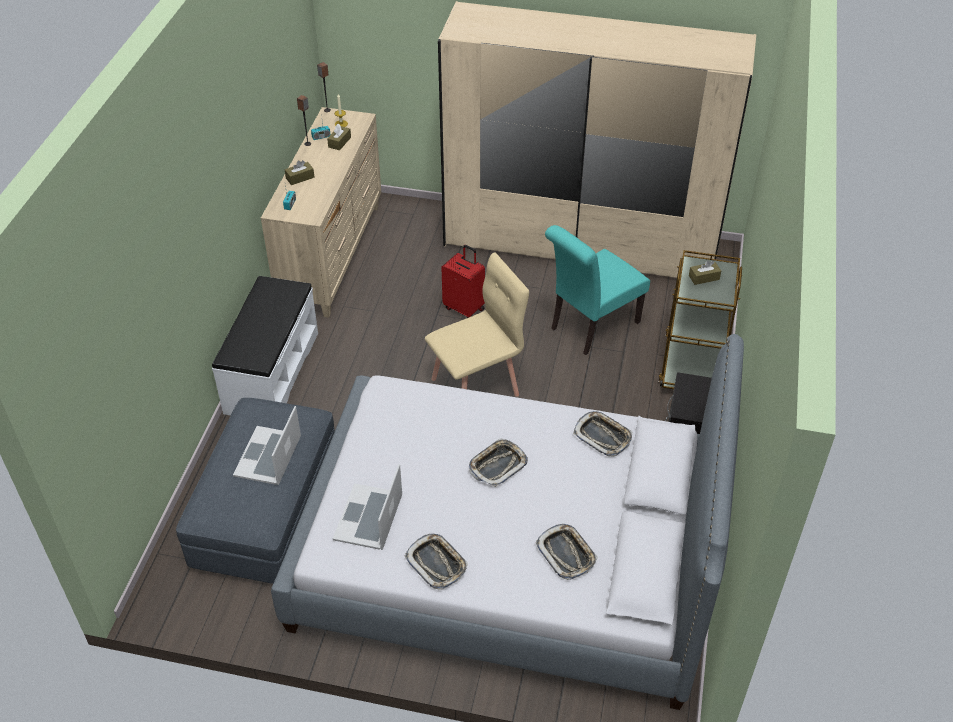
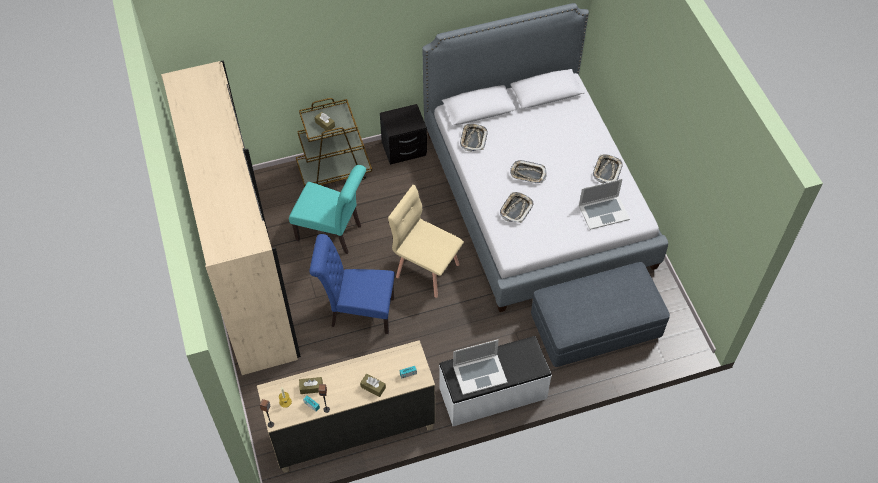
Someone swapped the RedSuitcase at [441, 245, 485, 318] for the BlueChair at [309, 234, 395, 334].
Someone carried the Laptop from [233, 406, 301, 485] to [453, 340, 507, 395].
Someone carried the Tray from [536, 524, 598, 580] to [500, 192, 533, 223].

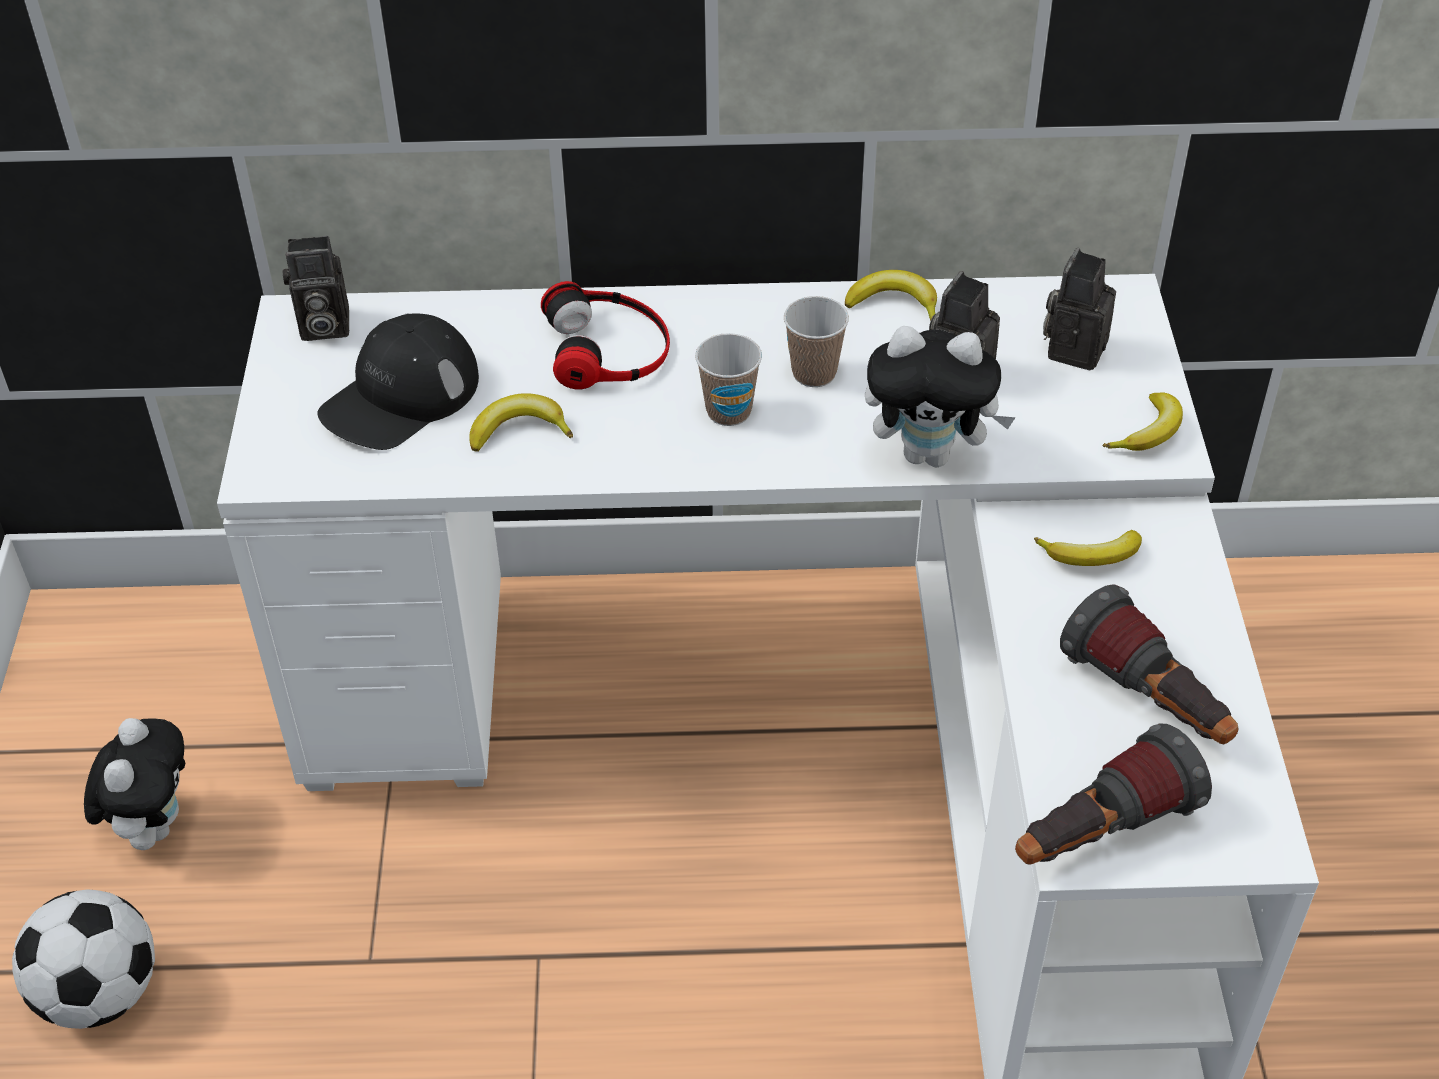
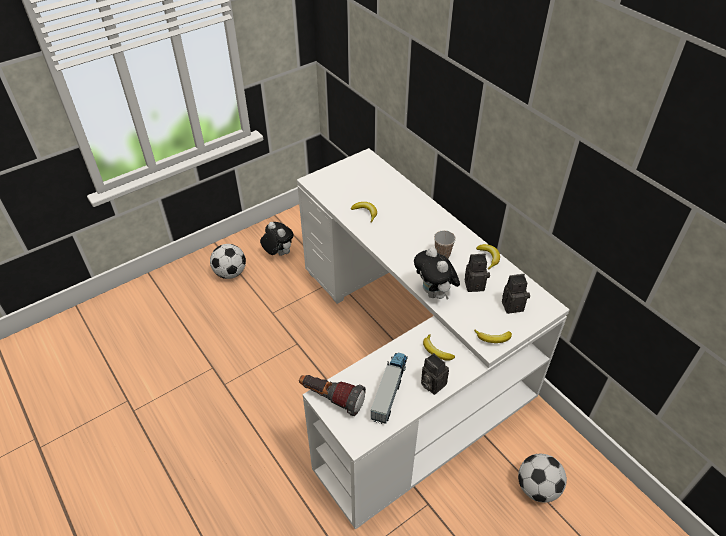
Someone rotated the PlushToy at [84, 718, 185, 850] by 105 degrees counterclockwise.
Someone swapped the Flashlight at [1060, 584, 1239, 744] for the ToyTruck at [371, 353, 408, 424].
Someone carried the PhotoCamera from [282, 236, 349, 341] to [421, 353, 449, 395].
Someone put down the Football at [518, 454, 567, 503].
Someone took away the BlackCap at [317, 313, 479, 450].
Someone took away the Headphones at [541, 281, 670, 389].
Someone took away the Cup at [695, 333, 762, 426].

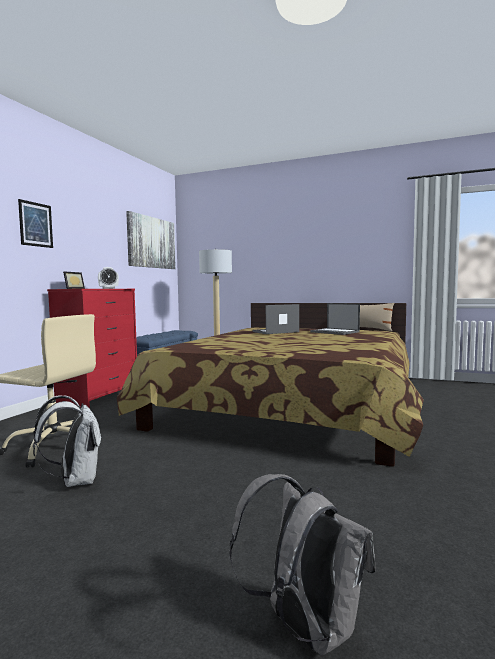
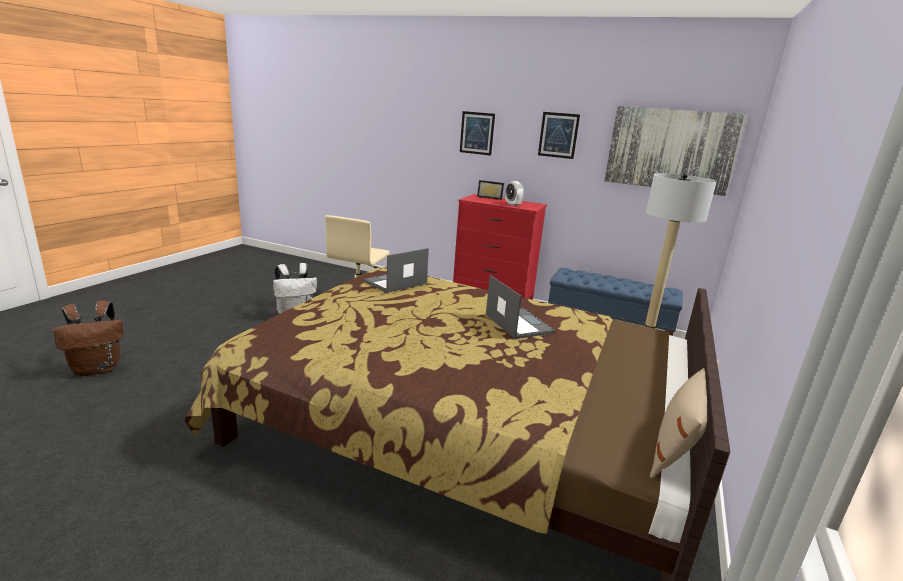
Someone repainted the GreyBackpack at [230, 474, 376, 656], which became the BrownBackpack at [53, 300, 123, 376].
Someone carried the Laptop from [310, 303, 360, 335] to [364, 248, 429, 293].
Someone put up the Picture at [538, 112, 580, 159].

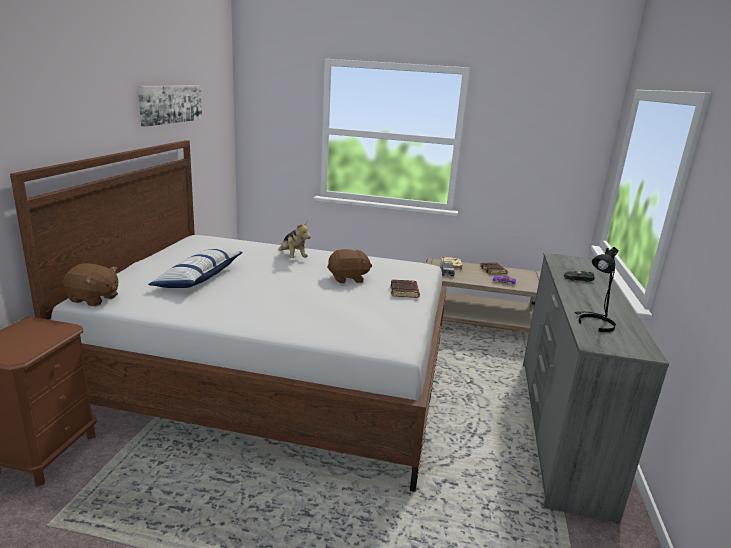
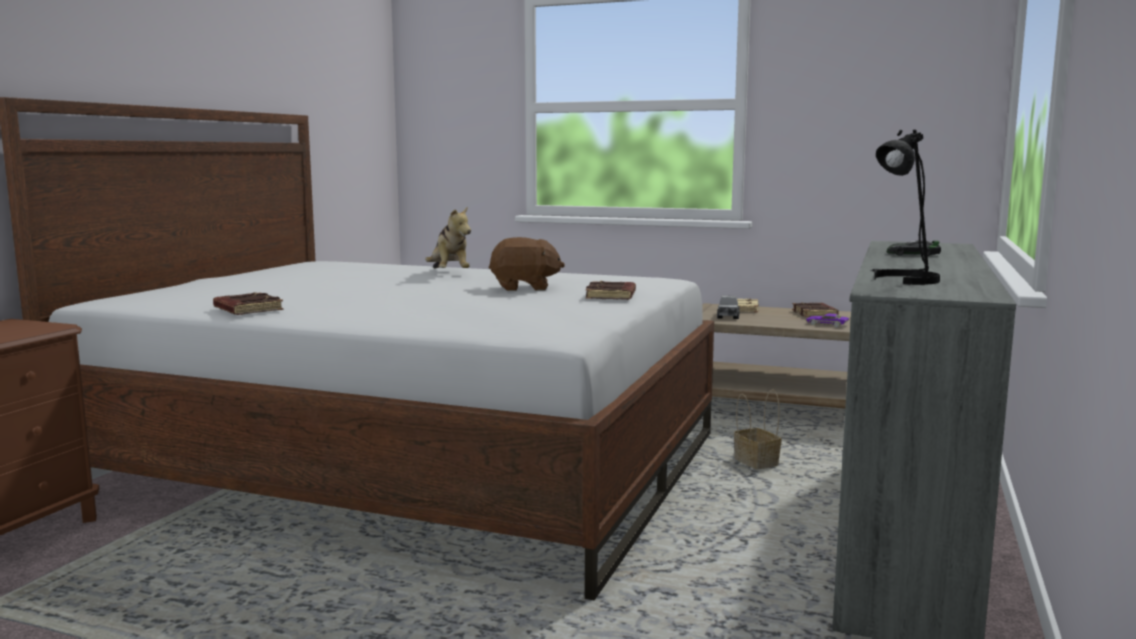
Someone put down the BrownBook at [213, 292, 284, 315].
Someone put down the Basket at [734, 389, 781, 470].
Someone took away the BrownPlushToy at [63, 263, 118, 306].
Someone took away the Picture at [138, 85, 202, 127].
Someone took away the Pillow at [148, 249, 243, 288].

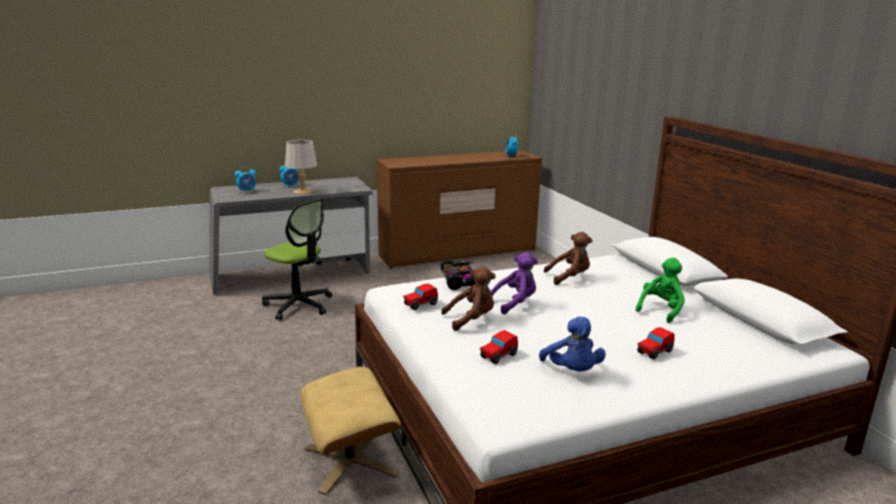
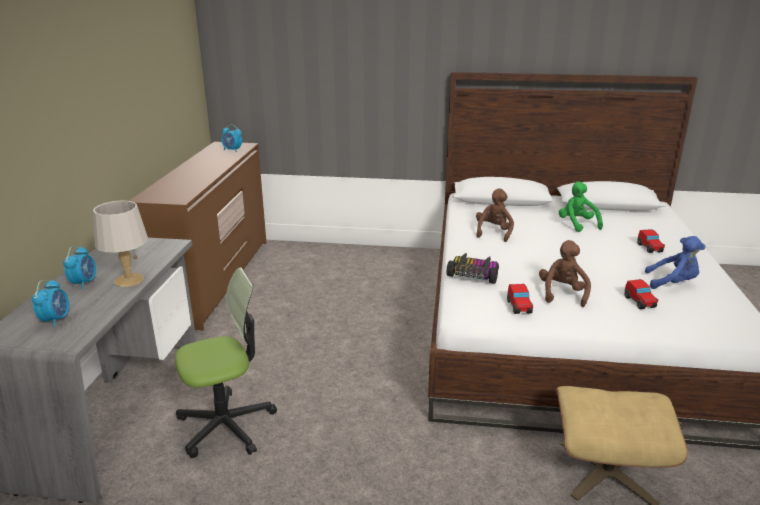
Someone took away the PurplePlushToy at [490, 252, 538, 314].

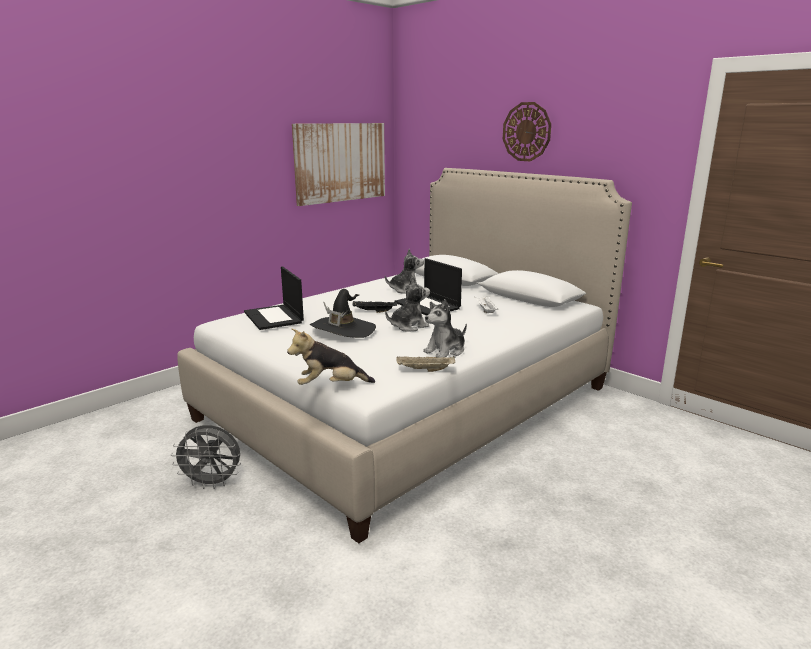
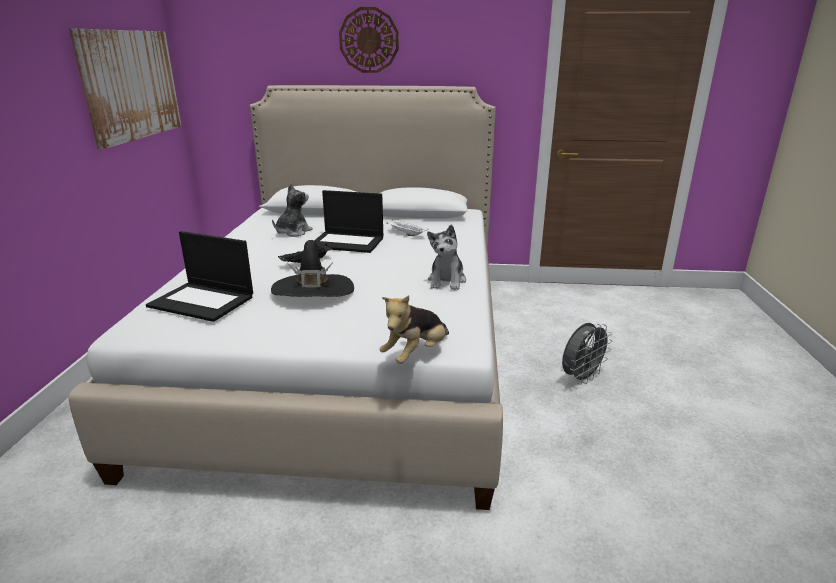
Someone carried the GreyFan from [171, 425, 241, 489] to [562, 323, 613, 385].
Someone took away the PlushToy at [385, 277, 430, 332].
Someone took away the BeigeTray at [396, 356, 455, 372].

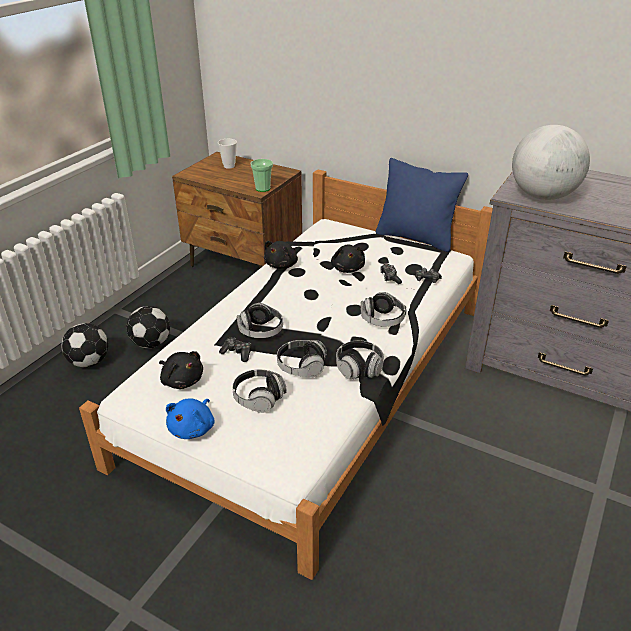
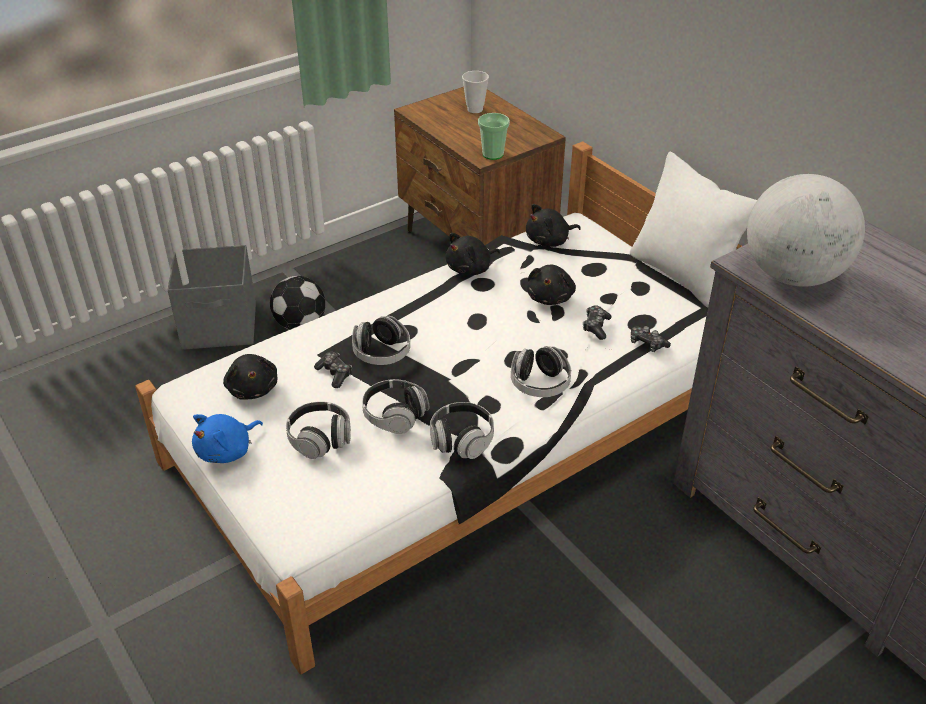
Someone swapped the Football at [62, 323, 108, 368] for the GreyStorageBox at [168, 245, 256, 350].
Someone put down the BlackPlushToy at [526, 204, 581, 247].
Someone repainted the BluePillow at [376, 158, 468, 252], which became the WhitePillow at [630, 152, 757, 308].

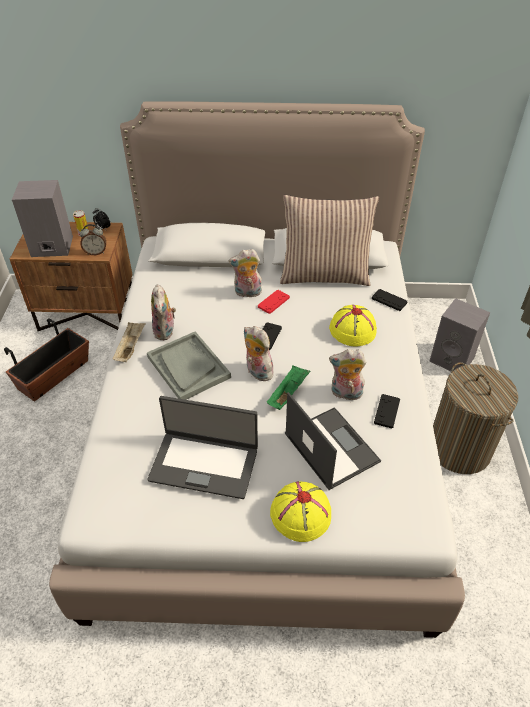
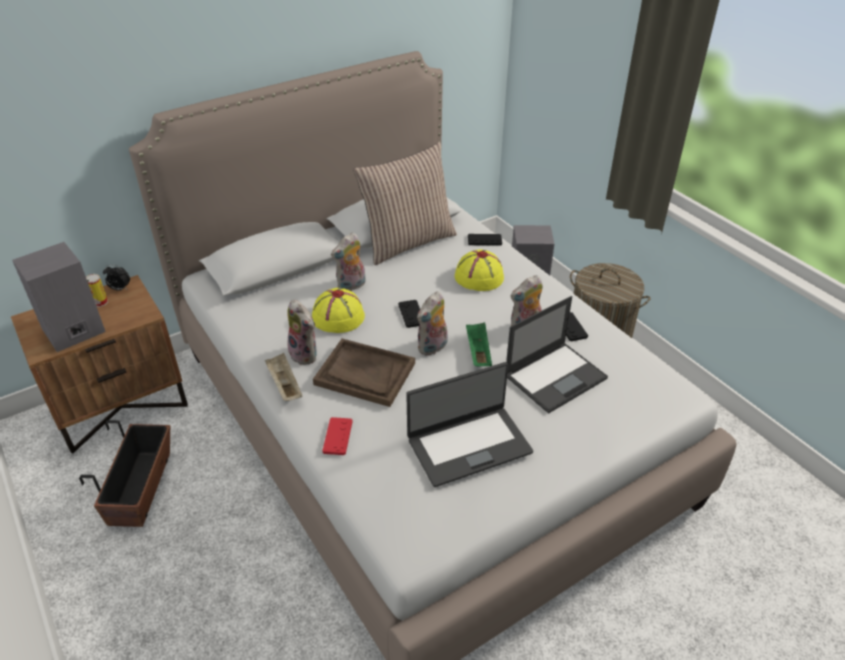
Someone carried the YellowHat from [270, 481, 331, 542] to [312, 288, 365, 333].
Someone repainted the GreyTray at [147, 331, 231, 400], which became the BrownTray at [313, 338, 415, 407].
Someone carried the RedGameController from [258, 290, 290, 314] to [322, 417, 353, 455].
Someone rotated the PlushToy at [244, 326, 277, 381] by 60 degrees counterclockwise.
Someone rotated the Laptop at [285, 392, 381, 490] by 120 degrees clockwise.
Someone took away the AlarmClock at [80, 224, 106, 255].

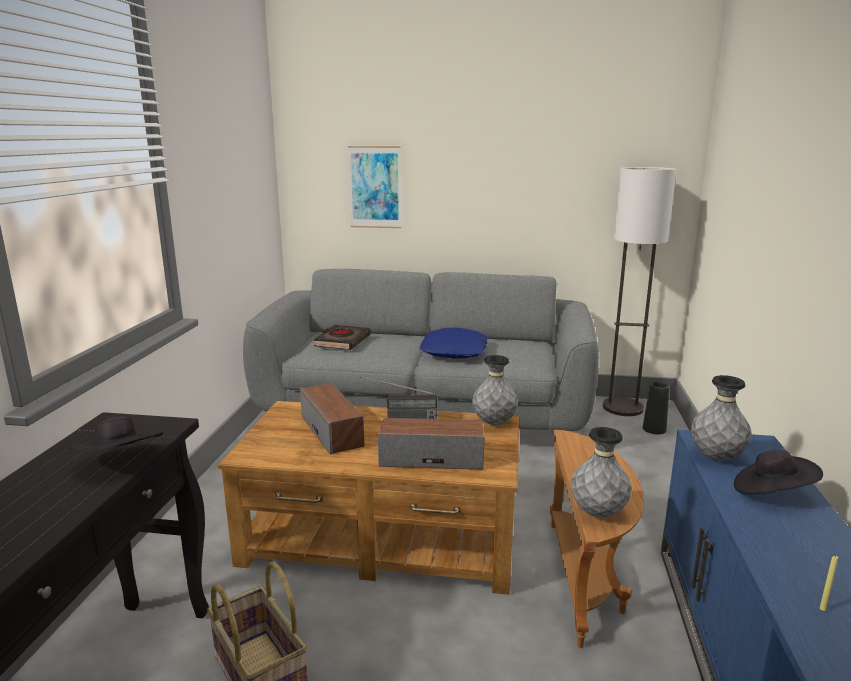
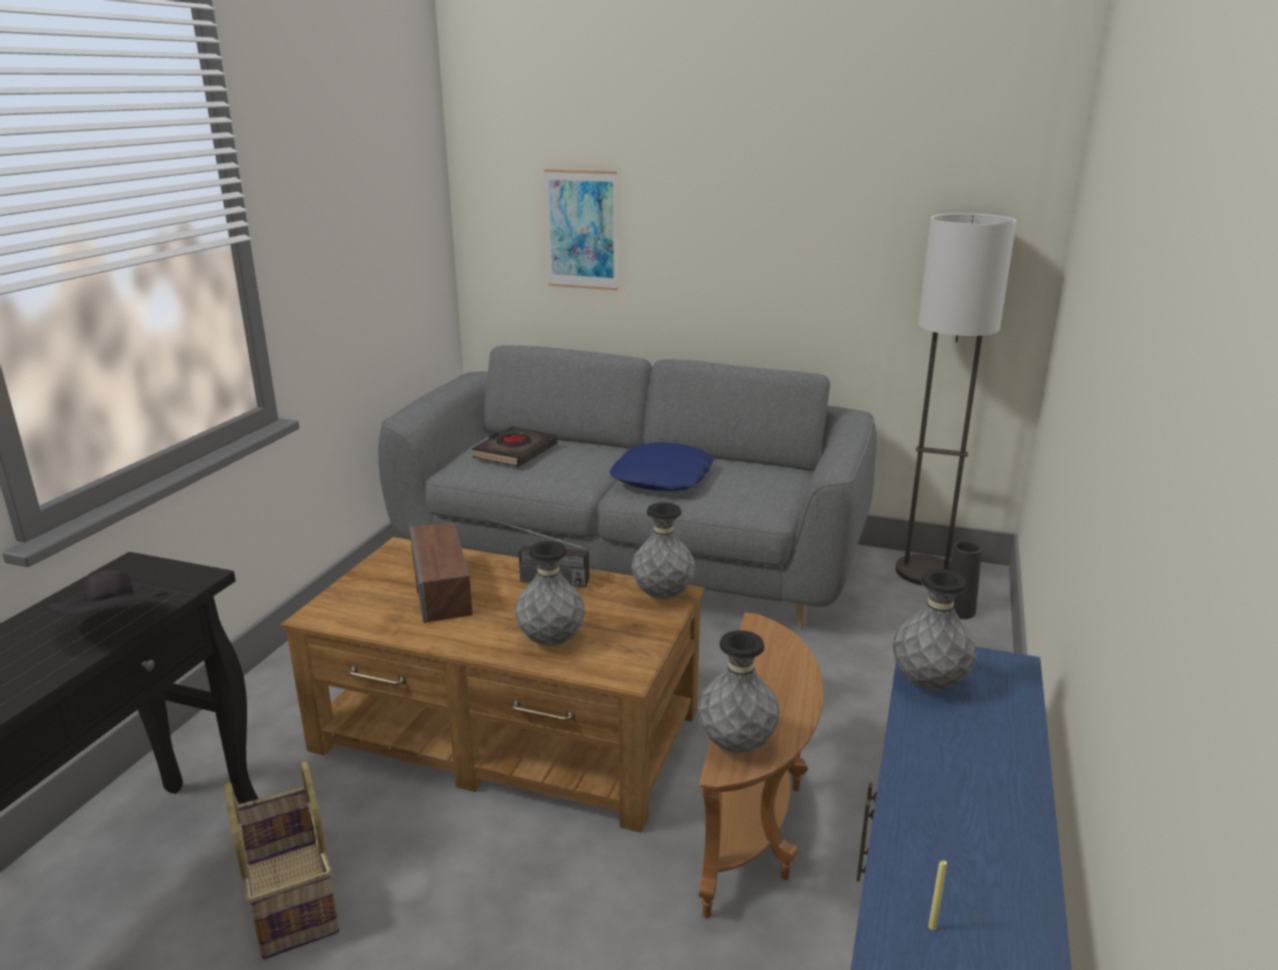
Someone swapped the Speaker at [378, 418, 484, 470] for the GreyVase at [515, 541, 585, 646].
Someone took away the BlackHat at [734, 450, 823, 494].

